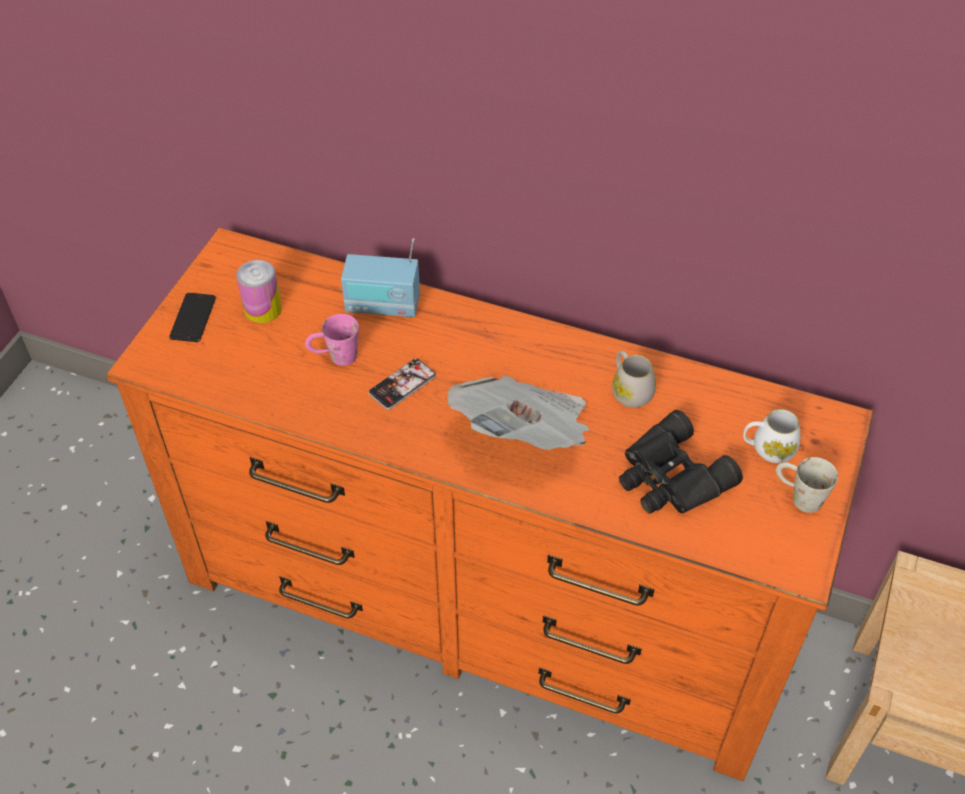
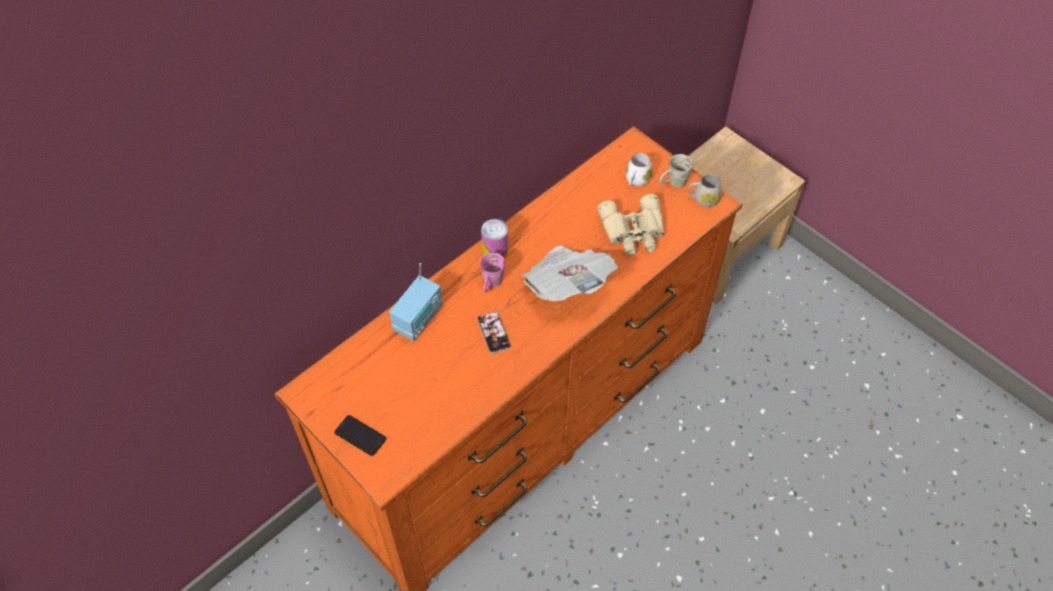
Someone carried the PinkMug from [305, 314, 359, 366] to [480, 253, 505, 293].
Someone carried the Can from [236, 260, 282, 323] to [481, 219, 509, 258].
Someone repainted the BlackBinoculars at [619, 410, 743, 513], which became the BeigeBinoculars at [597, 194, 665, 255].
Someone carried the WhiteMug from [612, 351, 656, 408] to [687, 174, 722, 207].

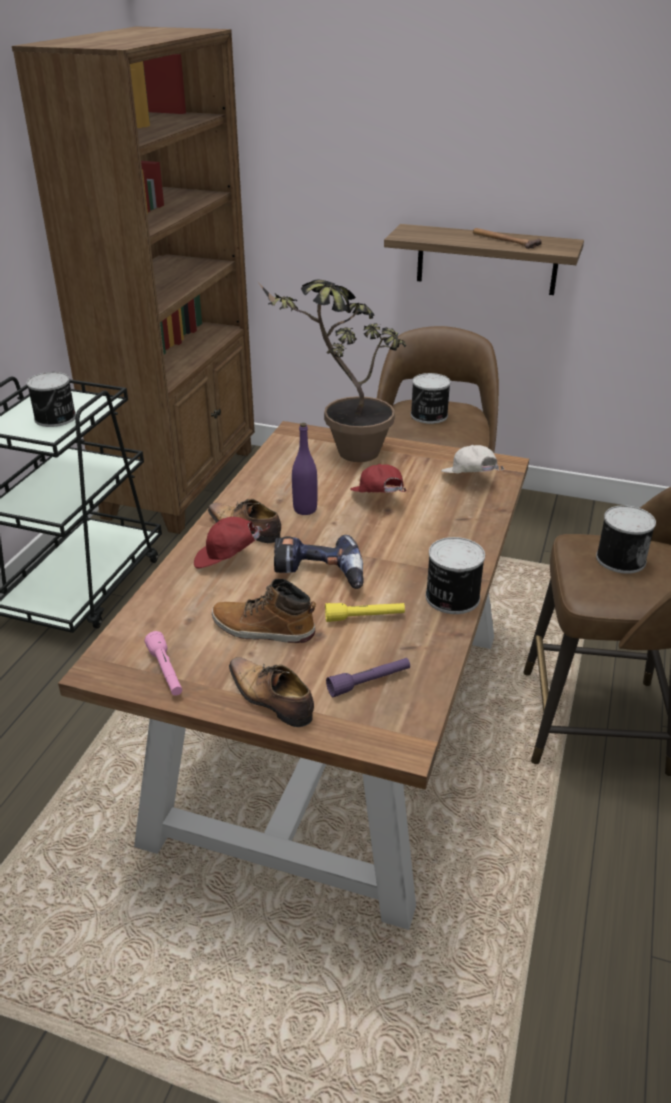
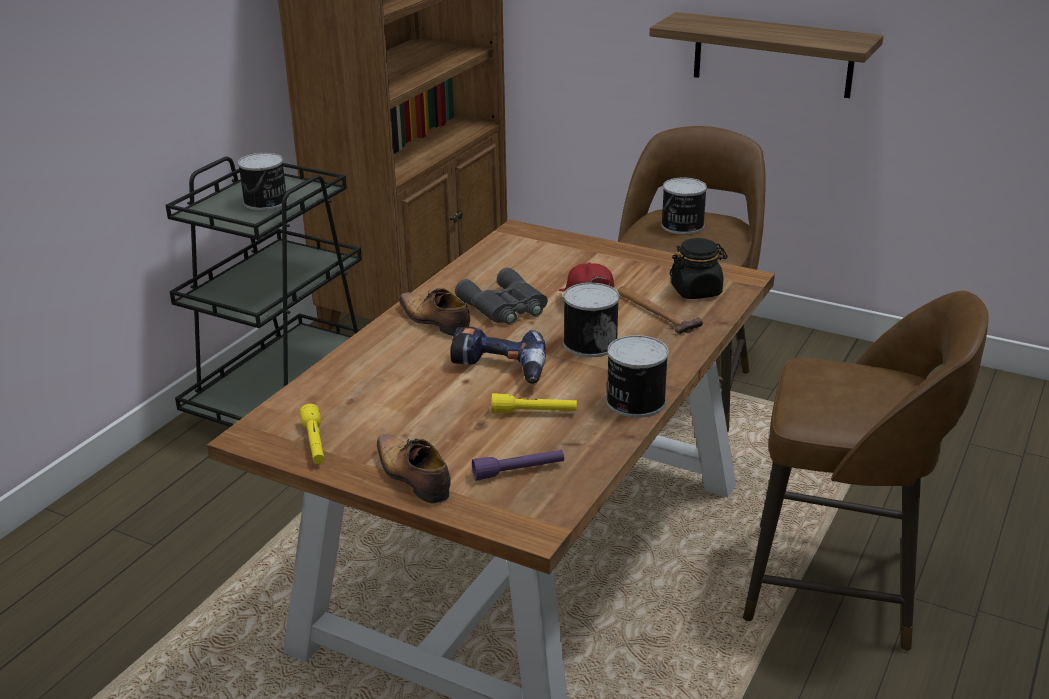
Someone repainted the PinkFlashlight at [145, 631, 182, 696], which became the YellowFlashlight at [299, 404, 325, 464].
Someone swapped the PurpleBottle at [292, 423, 317, 515] for the GreyBinoculars at [455, 267, 548, 325].
Someone carried the Can from [596, 505, 656, 574] to [563, 283, 619, 357].
Someone carried the Hammer from [473, 228, 542, 249] to [617, 286, 703, 334].
Someone swapped the WhiteCap at [441, 445, 504, 473] for the BlackJar at [670, 238, 728, 299].
Someone took away the RedCap at [194, 517, 270, 568].
Someone took away the Boot at [212, 579, 316, 643].
Someone took away the PottedPlant at [258, 280, 406, 462].

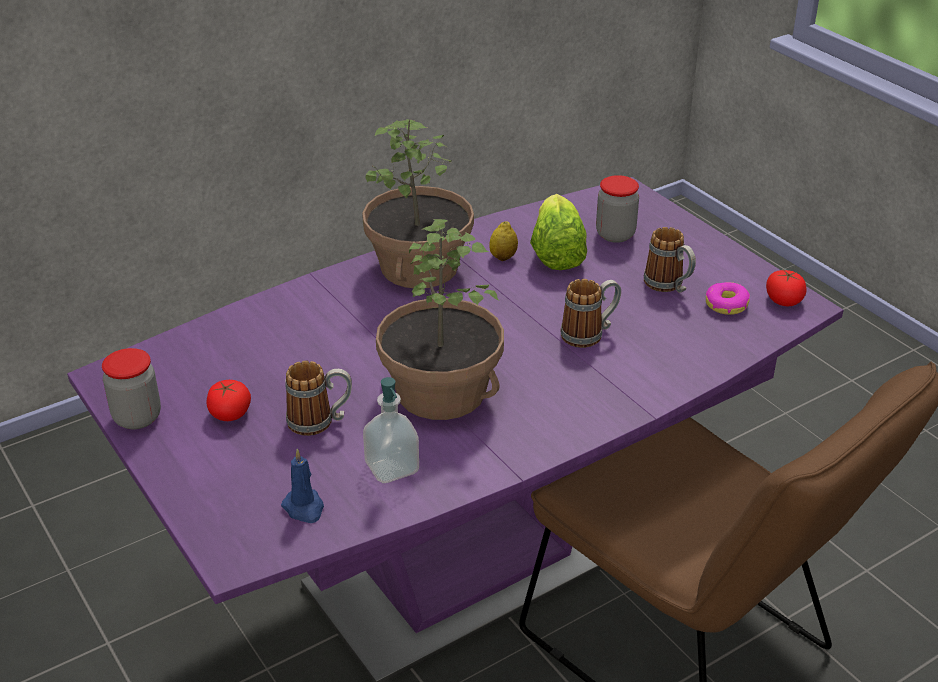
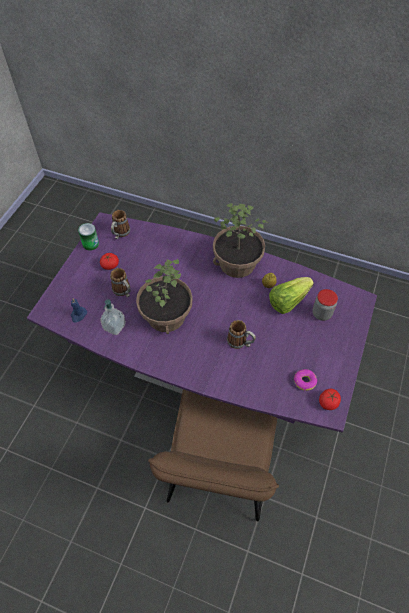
Someone swapped the Jar at [102, 348, 161, 429] for the Can at [78, 223, 99, 251].
Someone carried the Mug from [644, 227, 696, 293] to [111, 210, 130, 239].

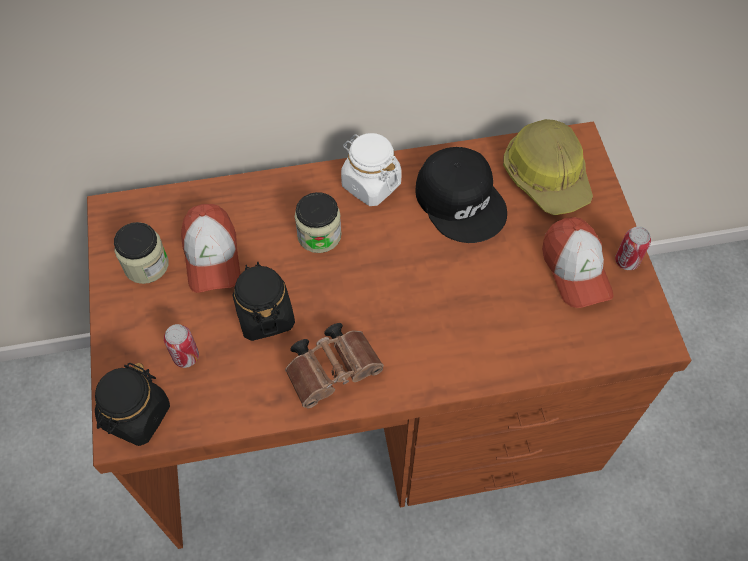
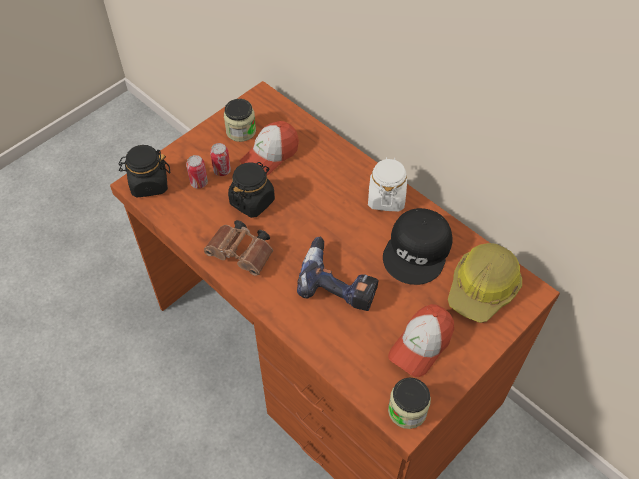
Someone carried the Can from [615, 226, 651, 270] to [210, 143, 231, 176].
Someone put down the PowerDrill at [297, 237, 378, 311].
Someone carried the Jar from [295, 192, 342, 253] to [388, 377, 431, 429].

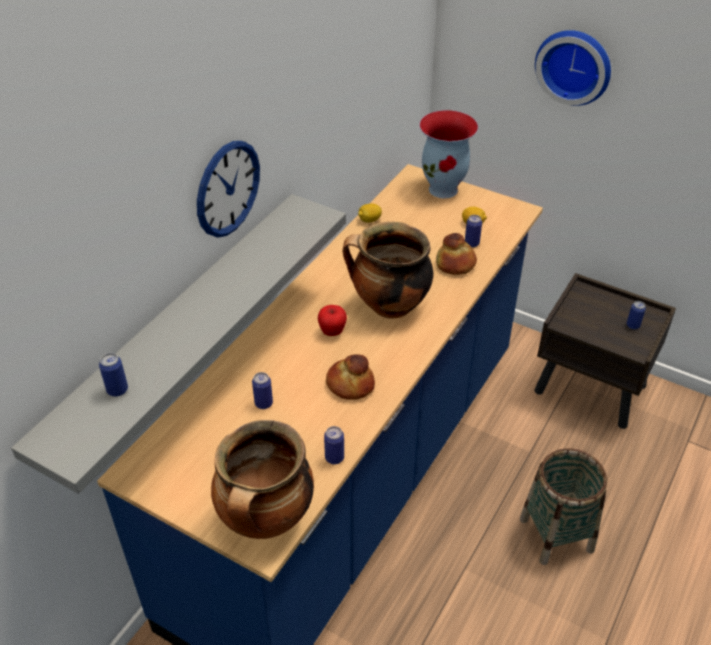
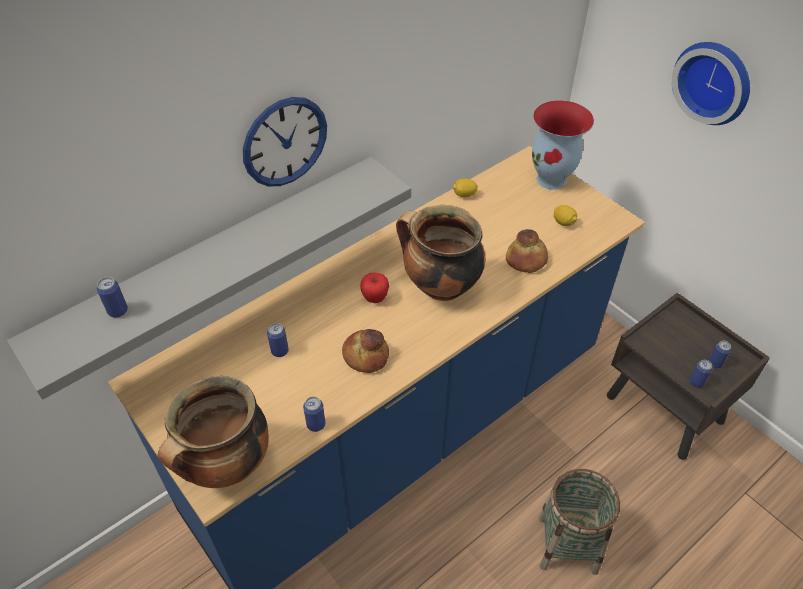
Someone carried the Can from [465, 215, 482, 248] to [690, 360, 713, 388].

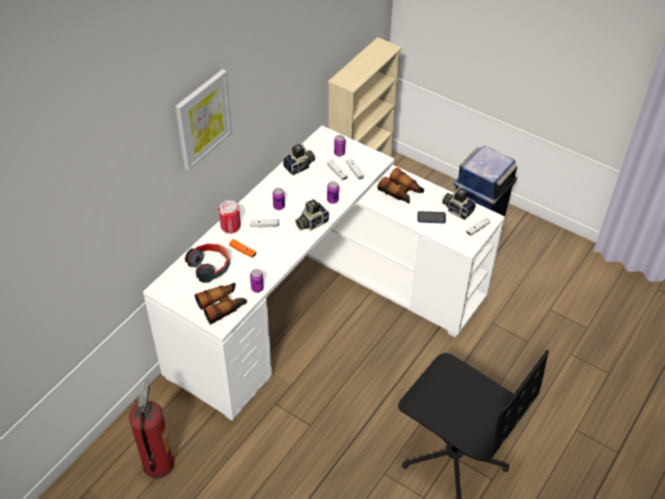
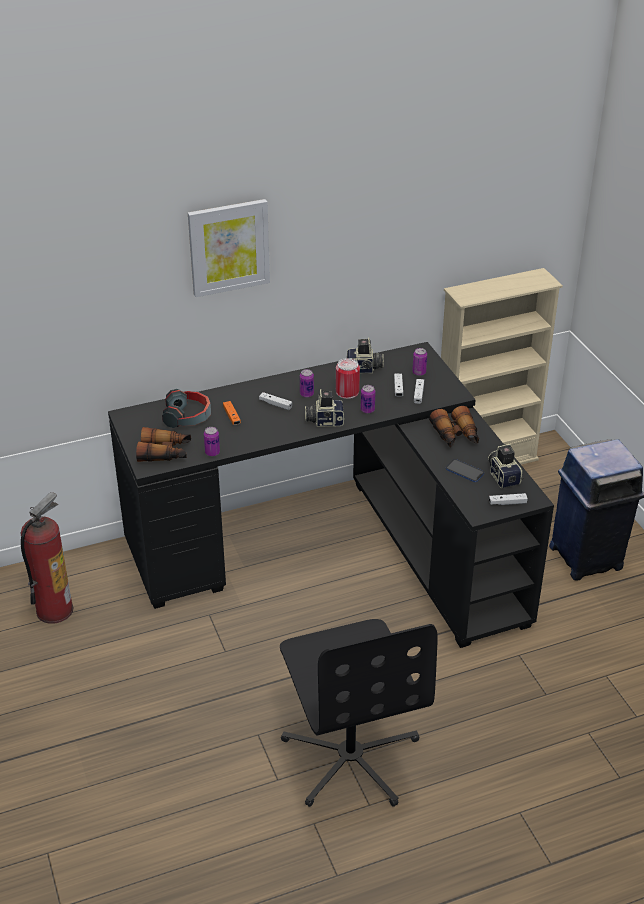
Someone repainted the WhiteDesk at [143, 125, 505, 421], which became the BlackDesk at [108, 342, 554, 648].
Someone carried the Can from [219, 200, 241, 234] to [336, 358, 360, 399].

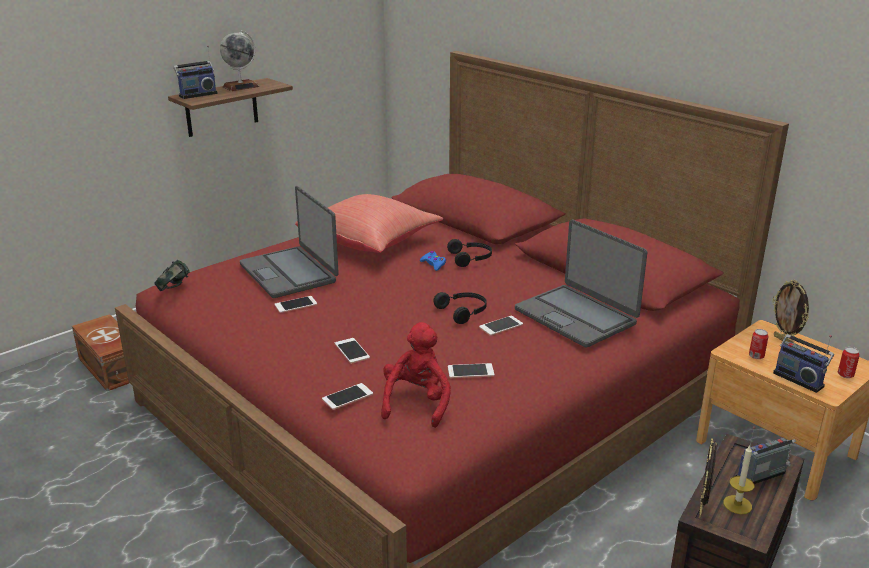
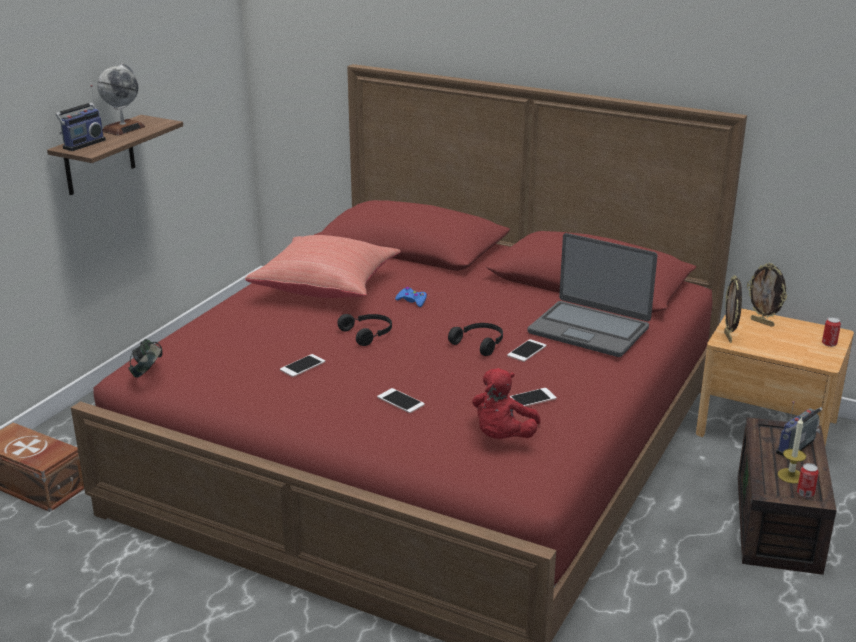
Someone carried the BlackHeadphones from [447, 239, 492, 267] to [337, 314, 392, 346].
Someone rotated the RedPlushToy at [381, 322, 451, 428] by 150 degrees counterclockwise.
Someone carried the PictureFrame from [699, 438, 718, 518] to [724, 276, 742, 343].
Someone carried the Can from [749, 329, 769, 359] to [797, 463, 819, 498].
Someone took away the Laptop at [240, 186, 339, 298].
Someone took away the Phone at [322, 383, 373, 410].
Someone took away the Radio at [773, 334, 834, 393].

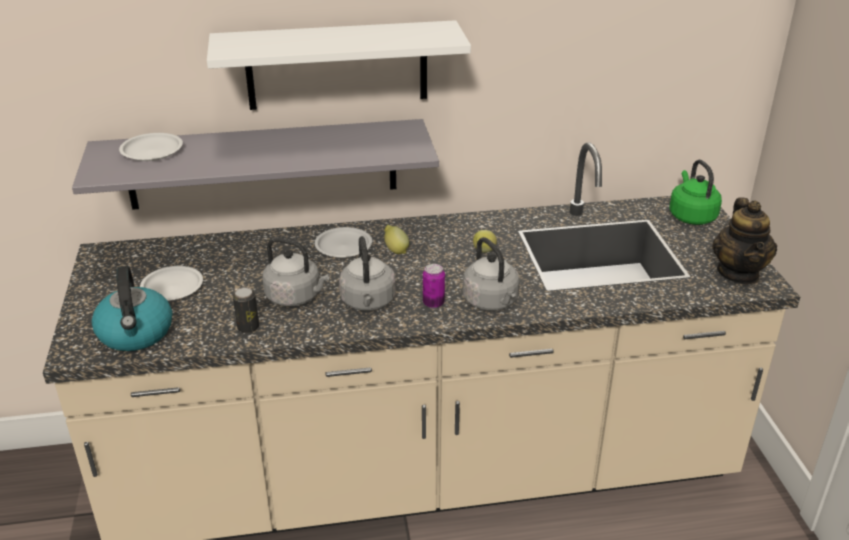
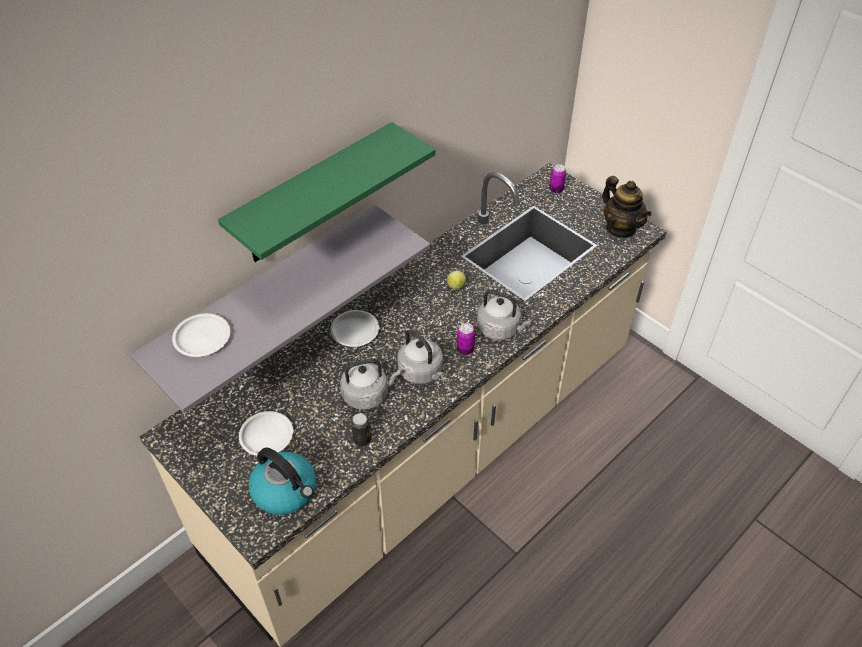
Someone repainted the WhiteShelf at [207, 20, 471, 110], which became the GreenShelf at [218, 122, 436, 262].
Someone swapped the GreenKettle at [669, 160, 722, 225] for the Can at [549, 164, 566, 193].
Someone took away the Lemon at [384, 225, 409, 254].

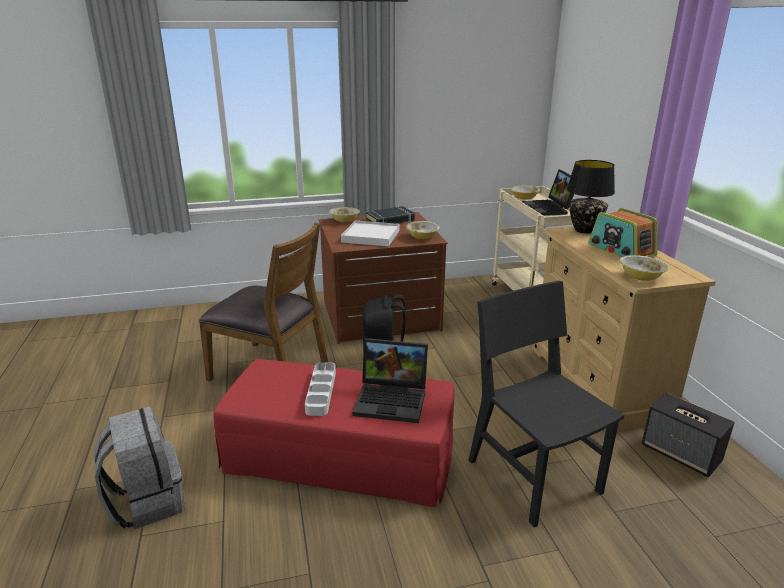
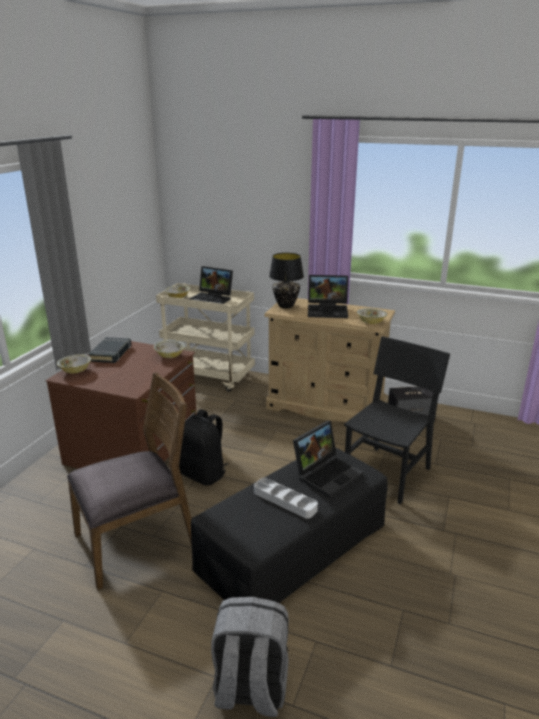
Someone repainted the RedOttoman at [214, 359, 454, 507], which became the BlackOttoman at [191, 447, 387, 603].
Someone swapped the Radio at [588, 208, 657, 257] for the Laptop at [308, 275, 348, 318].
Someone rotated the BlackChair at [468, 281, 624, 528] by 120 degrees clockwise.
Someone took away the WhiteTray at [341, 221, 400, 246].

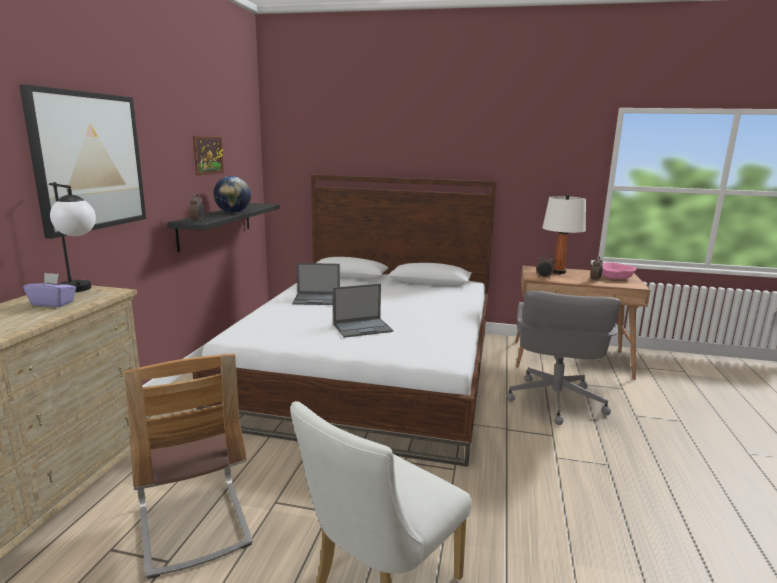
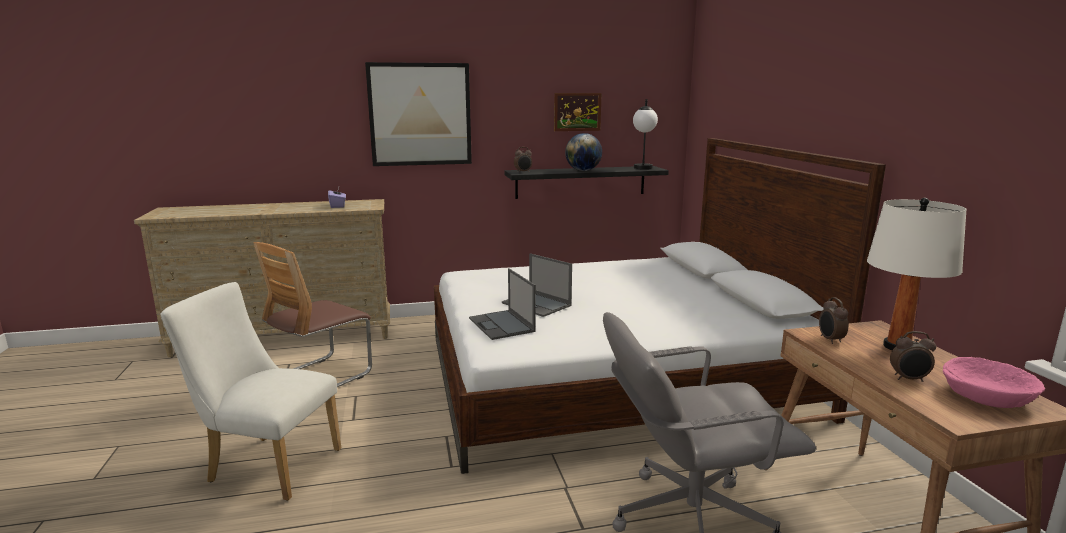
Someone carried the Laptop from [292, 263, 340, 305] to [469, 268, 536, 340].
Someone carried the TableLamp from [49, 182, 96, 292] to [633, 99, 658, 169].

